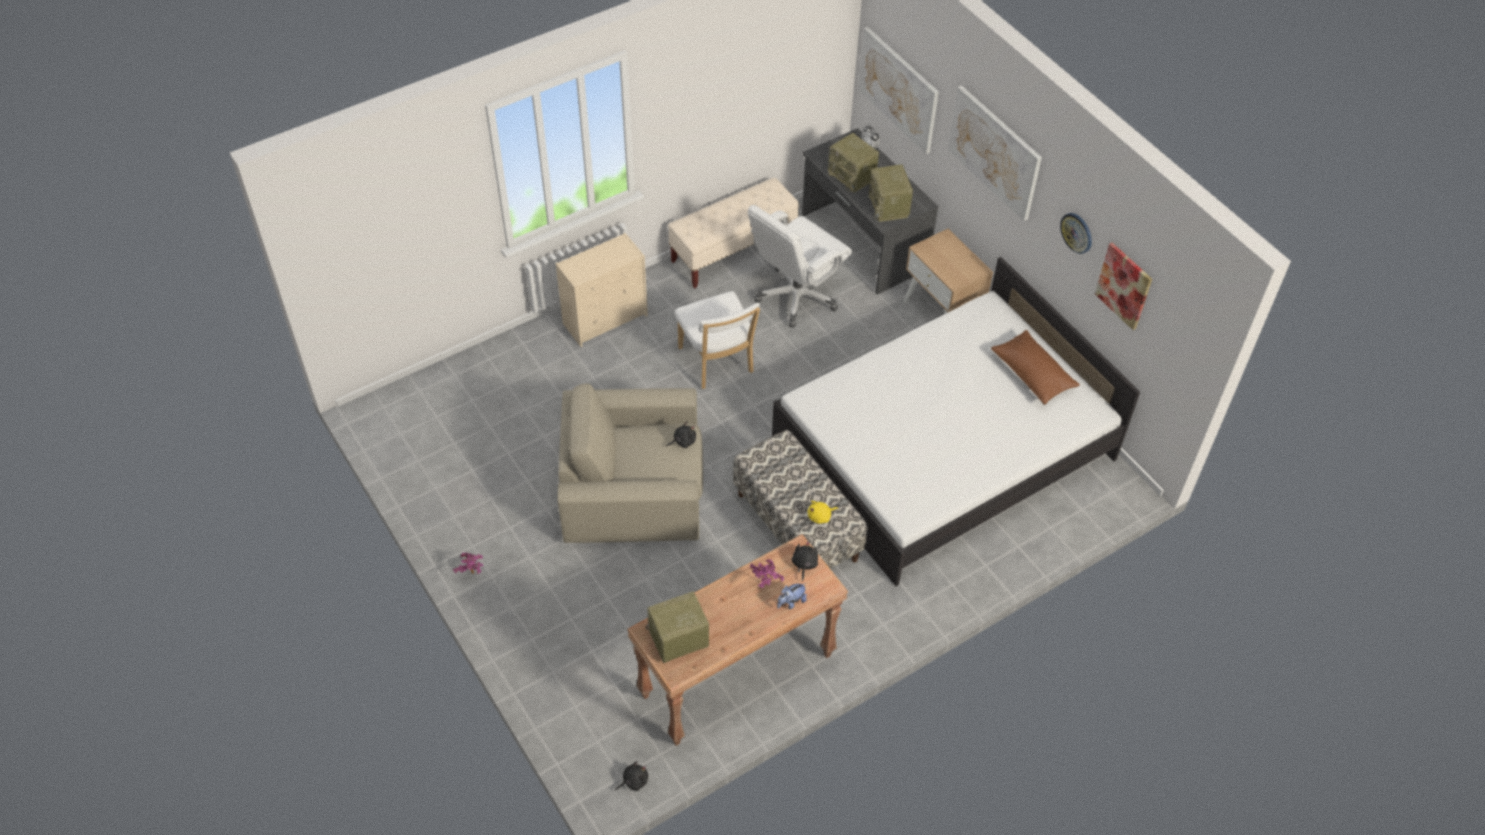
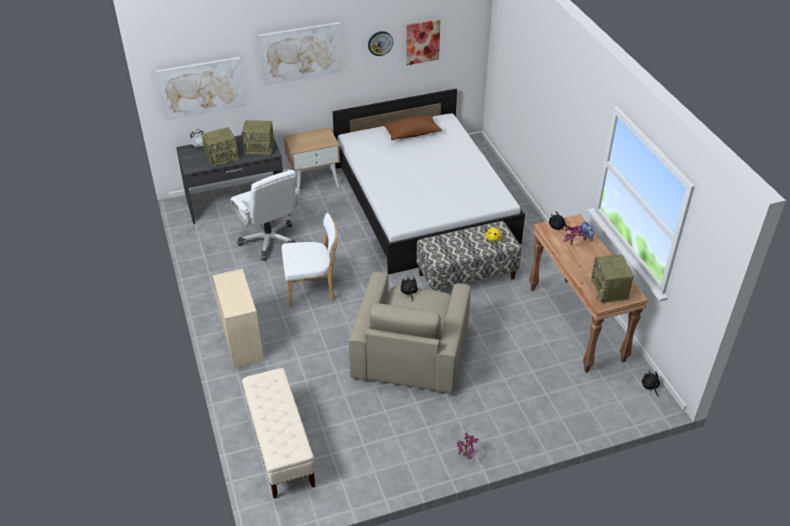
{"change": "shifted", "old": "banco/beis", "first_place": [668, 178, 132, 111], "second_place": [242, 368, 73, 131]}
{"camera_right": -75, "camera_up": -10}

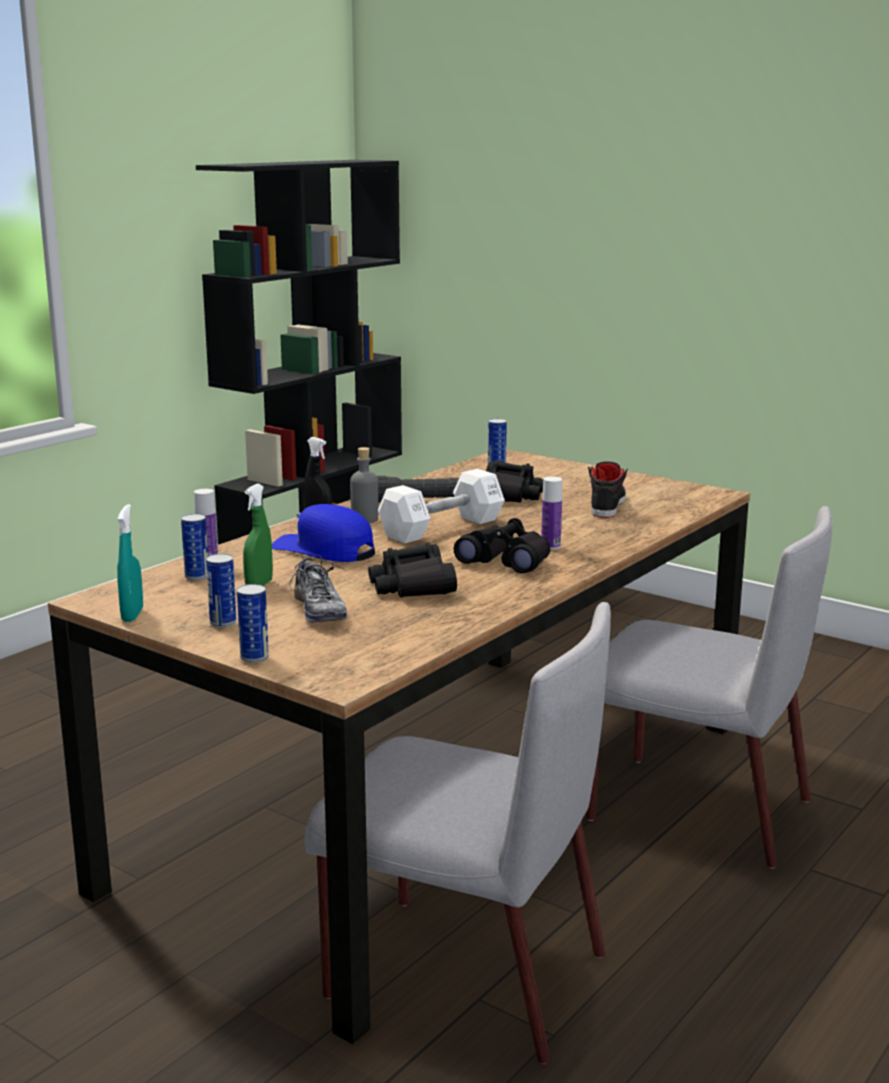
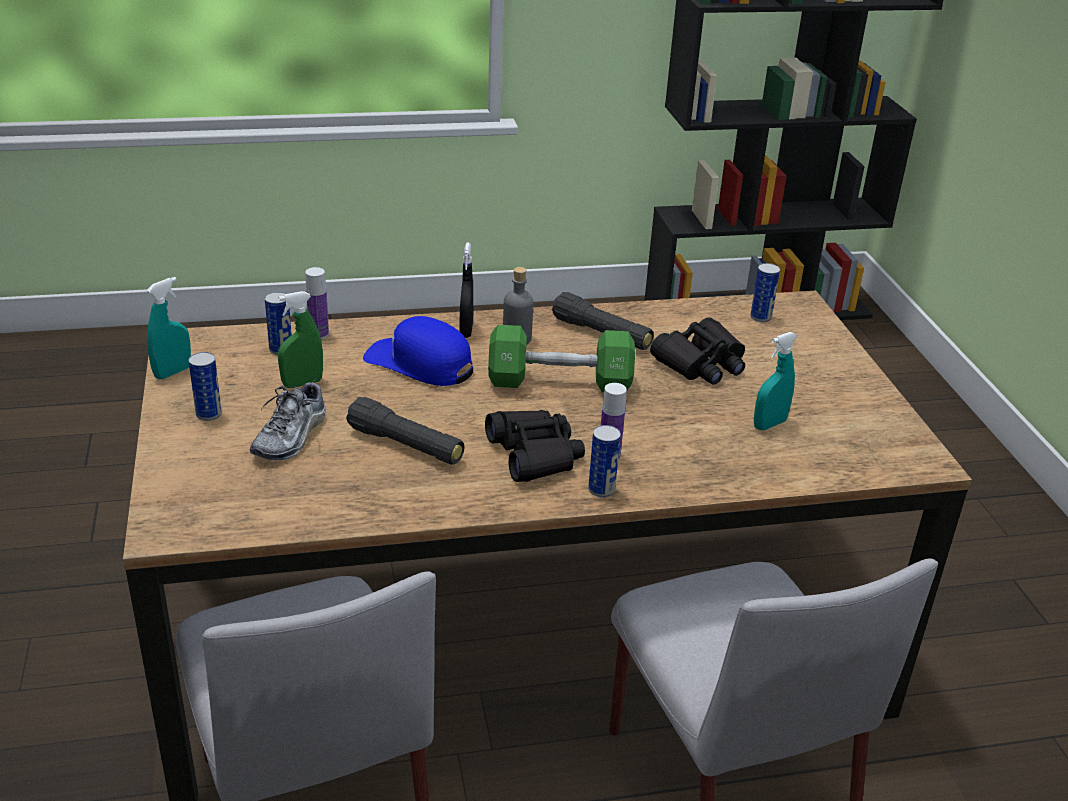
{"change": "swapped", "old": "prismáticos/negro", "new": "linterna/negro", "first_place": [368, 542, 89, 56], "second_place": [346, 397, 119, 67]}
{"change": "rotated", "old": "gorra/azul", "first_place": [272, 504, 103, 58], "second_place": [363, 316, 110, 70], "degrees": -45}
{"change": "repainted", "old": "mancuerna/blanco", "new": "mancuerna/verde", "first_place": [378, 469, 127, 74], "second_place": [488, 325, 147, 68]}
{"change": "shifted", "old": "lata", "first_place": [237, 584, 32, 79], "second_place": [588, 425, 33, 73]}
{"change": "swapped", "old": "zapato/negro", "new": "pulverizador/turquesa", "first_place": [588, 461, 40, 57], "second_place": [754, 332, 44, 98]}
{"camera_right": 40, "camera_up": 15}

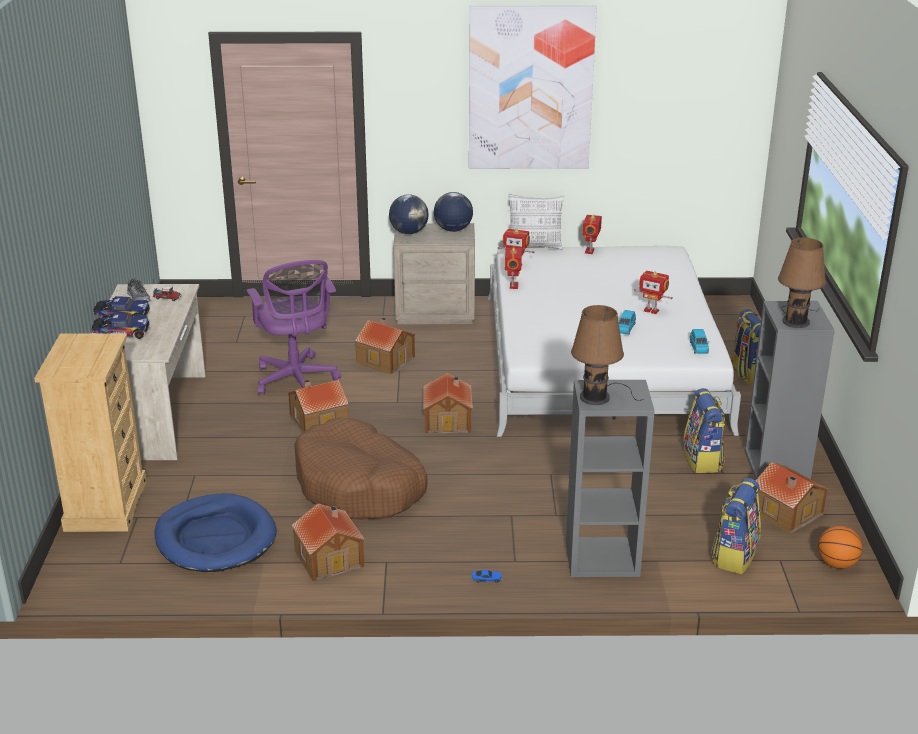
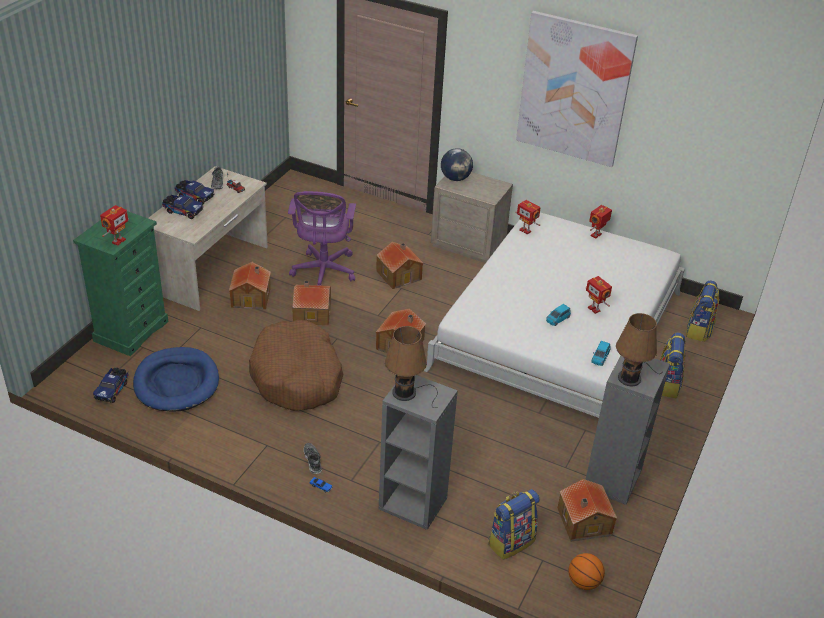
{"change": "repainted", "old": "cómoda/beis", "new": "cómoda/verde", "first_place": [34, 333, 113, 199], "second_place": [73, 211, 95, 145]}
{"change": "new", "new": "camión de juguete", "second_place": [93, 368, 35, 35]}
{"change": "shifted", "old": "robot de juguete", "first_place": [505, 247, 17, 42], "second_place": [100, 205, 29, 41]}
{"change": "shifted", "old": "casita", "first_place": [292, 503, 73, 79], "second_place": [229, 262, 42, 47]}
{"change": "new", "new": "zapato", "second_place": [304, 443, 18, 31]}
{"change": "shifted", "old": "mochila", "first_place": [683, 388, 42, 85], "second_place": [686, 281, 34, 61]}
{"change": "gone", "old": "globo terráqueo", "first_place": [434, 192, 39, 40]}
{"change": "gone", "old": "cojín", "first_place": [508, 194, 56, 56]}
{"camera_right": 25, "camera_up": 10}

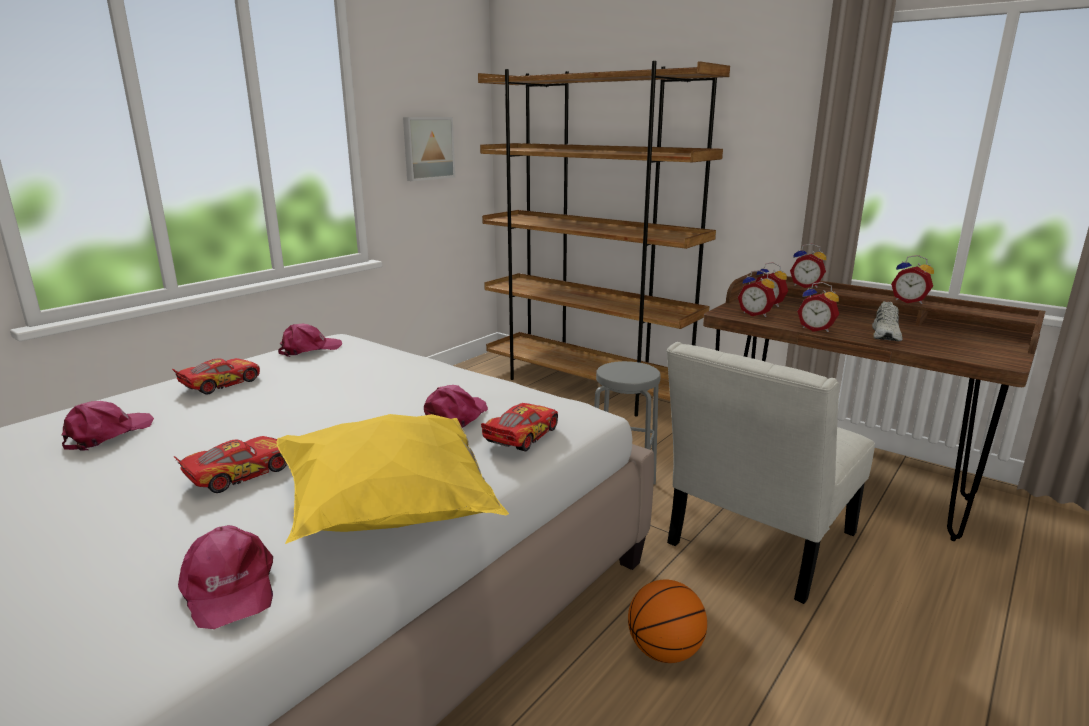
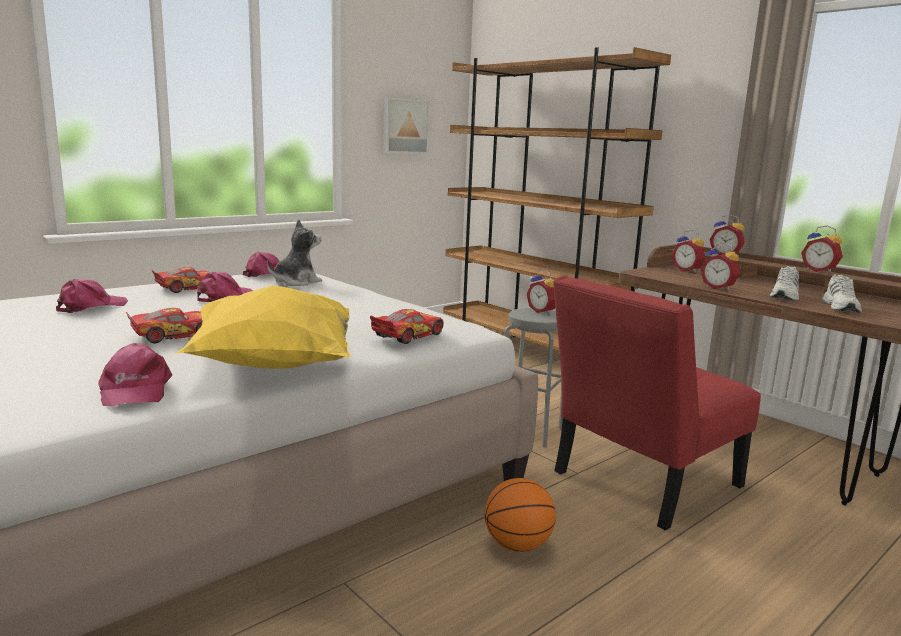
{"change": "shifted", "old": "gorra/rosa", "first_place": [424, 385, 64, 43], "second_place": [197, 272, 56, 30]}
{"change": "new", "new": "peluche", "second_place": [267, 219, 55, 67]}
{"change": "shifted", "old": "despertador", "first_place": [738, 270, 38, 47], "second_place": [527, 270, 28, 45]}
{"change": "repainted", "old": "silla/blanco", "new": "silla/rojo", "first_place": [666, 342, 209, 262], "second_place": [553, 276, 208, 255]}
{"change": "new", "new": "zapato/blanco", "second_place": [822, 274, 40, 39]}
{"camera_right": 10, "camera_up": -5}

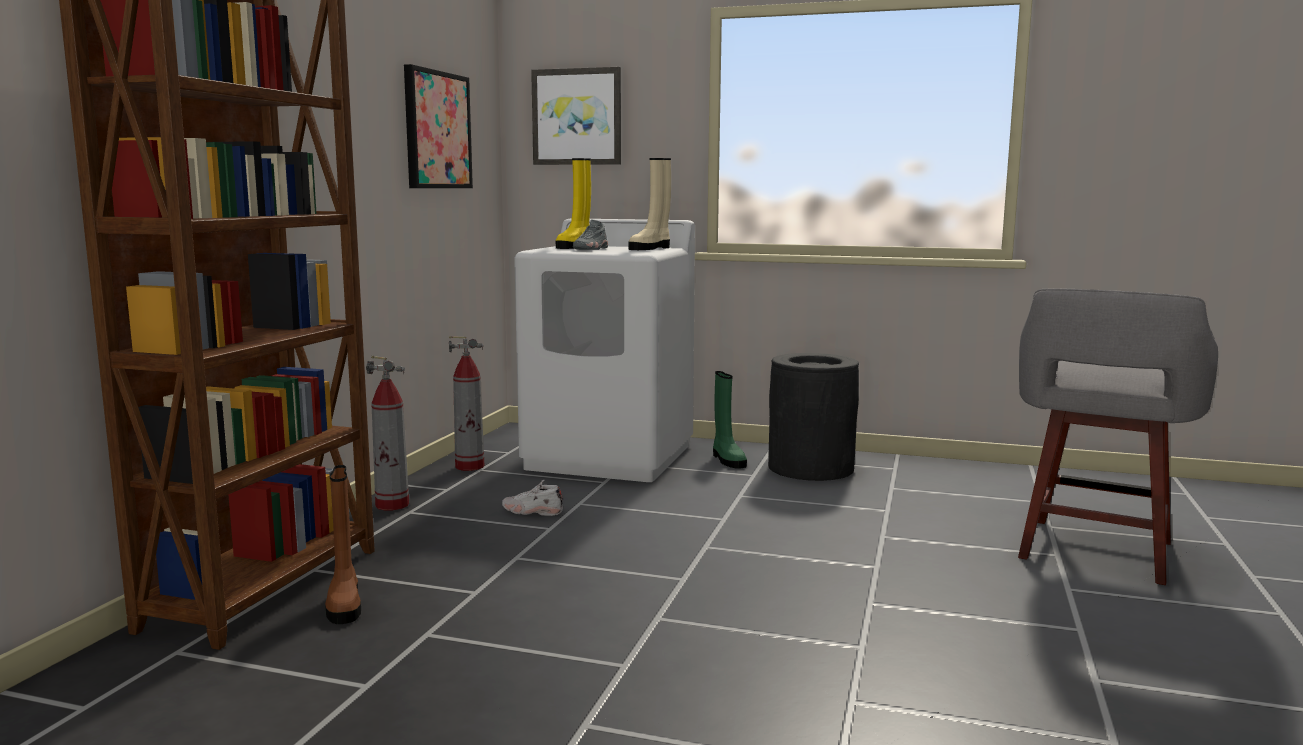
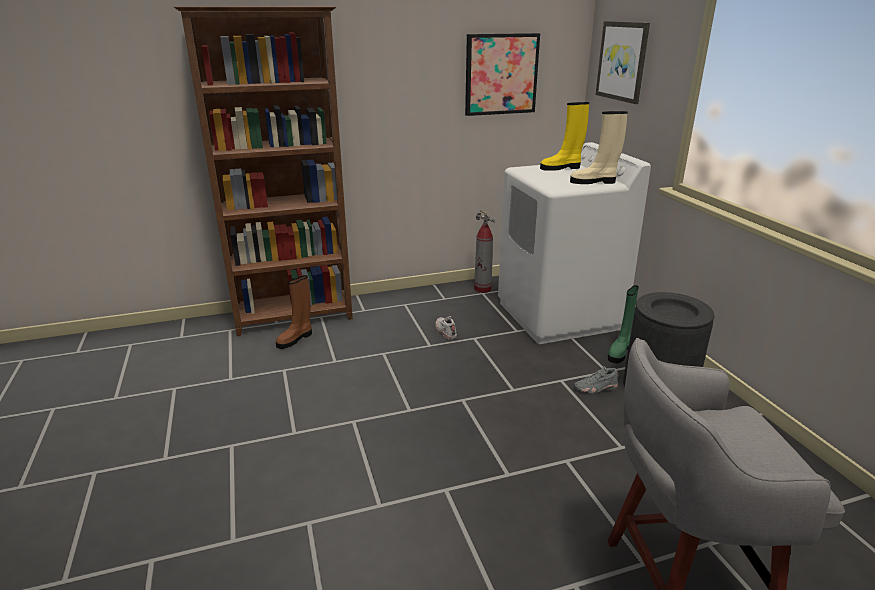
{"change": "shifted", "old": "zapato/gris", "first_place": [573, 220, 35, 30], "second_place": [574, 366, 44, 28]}
{"change": "gone", "old": "extintor", "first_place": [366, 356, 43, 155]}
{"camera_right": 55, "camera_up": 15}

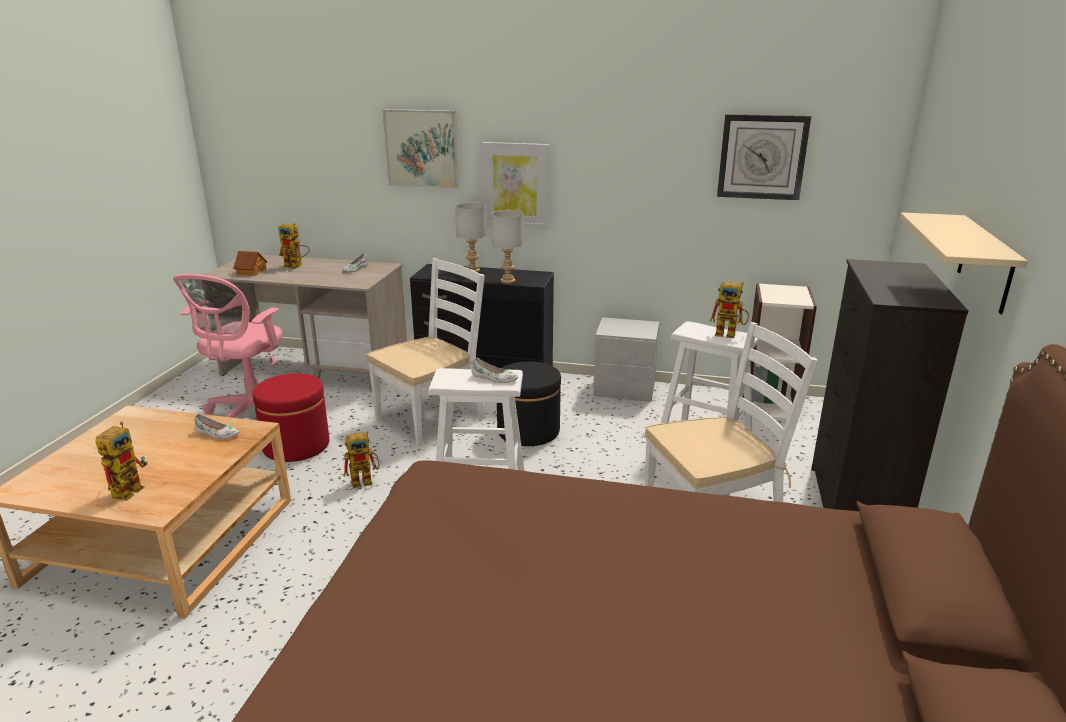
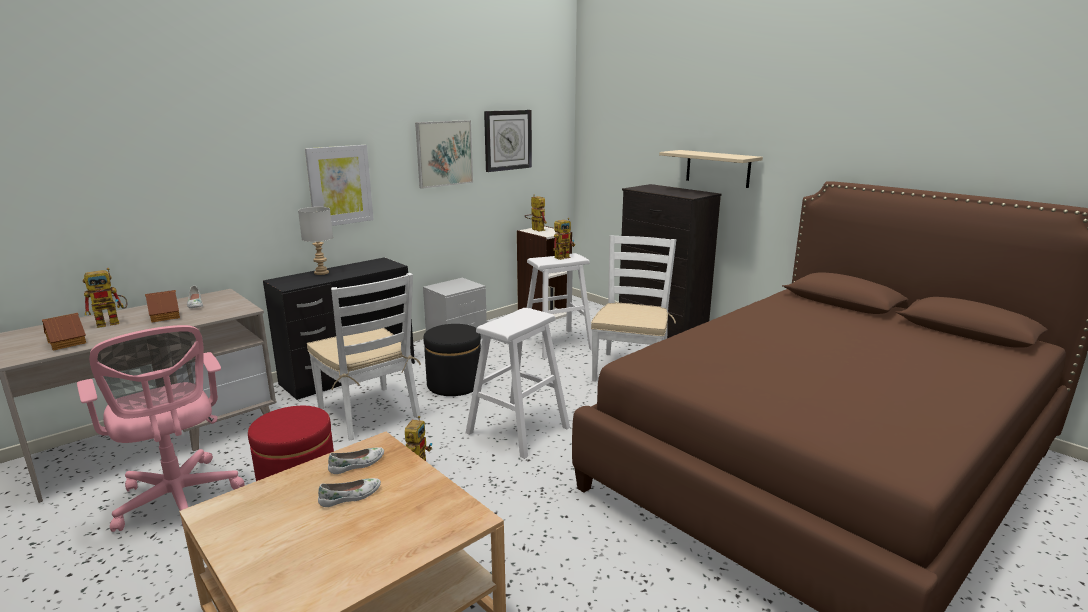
{"change": "new", "new": "casita", "second_place": [145, 290, 35, 33]}
{"change": "rotated", "old": "silla/blanco", "first_place": [366, 258, 119, 188], "second_place": [307, 273, 114, 168], "degrees": 150}
{"change": "shifted", "old": "zapato/blanco", "first_place": [472, 358, 46, 25], "second_place": [318, 478, 63, 29]}
{"change": "shifted", "old": "cuadro", "first_place": [383, 109, 76, 80], "second_place": [415, 120, 58, 69]}
{"change": "shifted", "old": "robot de juguete", "first_place": [95, 422, 52, 79], "second_place": [525, 195, 22, 36]}
{"change": "gone", "old": "lámpara de mesa/gris", "first_place": [491, 210, 32, 74]}
{"camera_right": -55, "camera_up": -5}

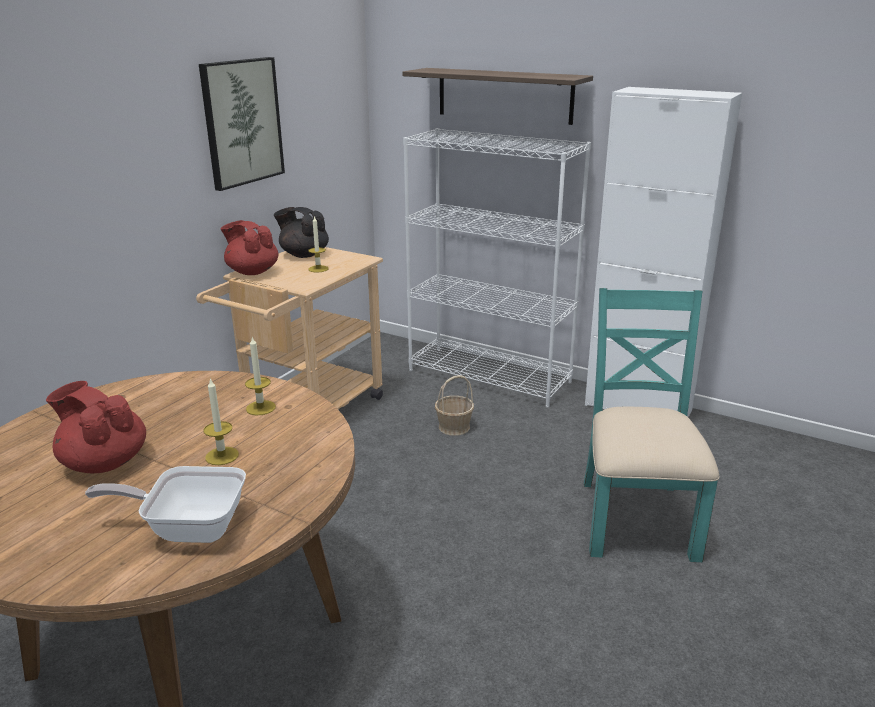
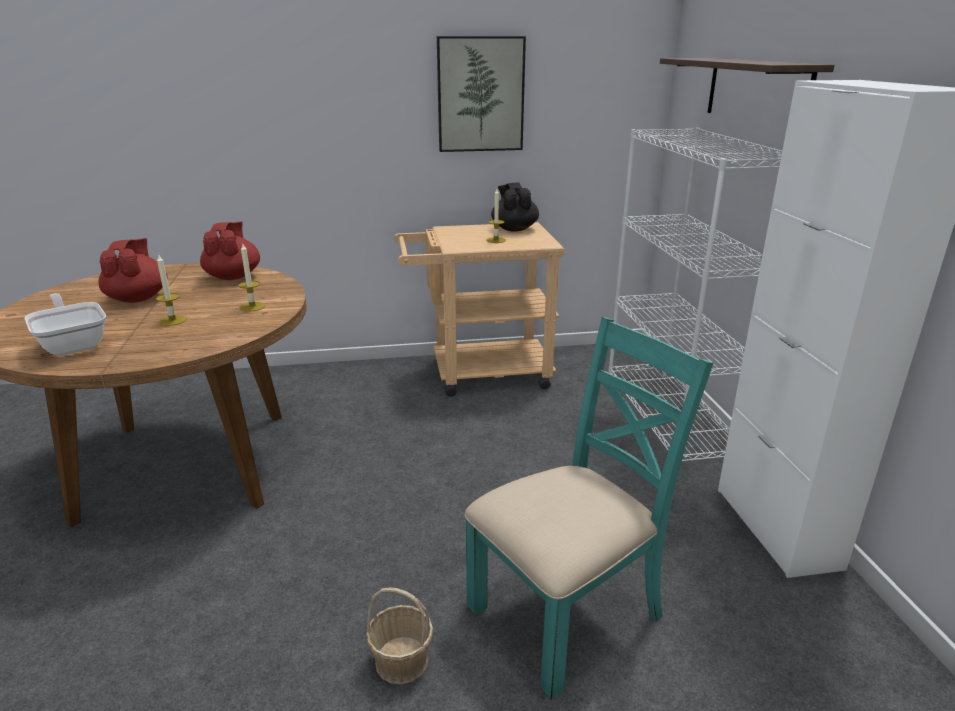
{"change": "shifted", "old": "tetera/rojo", "first_place": [221, 220, 58, 55], "second_place": [200, 221, 60, 59]}
{"change": "shifted", "old": "cesta", "first_place": [435, 375, 39, 61], "second_place": [366, 588, 67, 96]}
{"camera_right": 50, "camera_up": 0}

